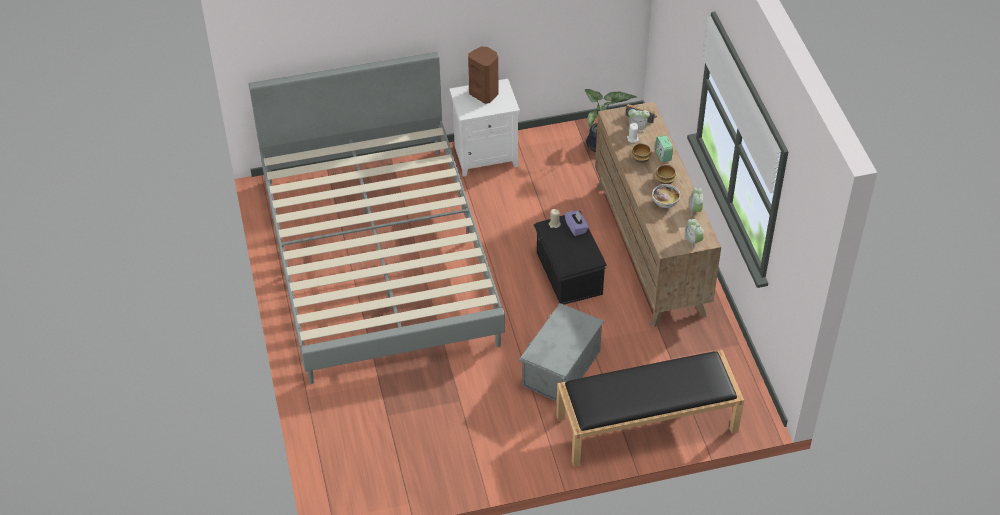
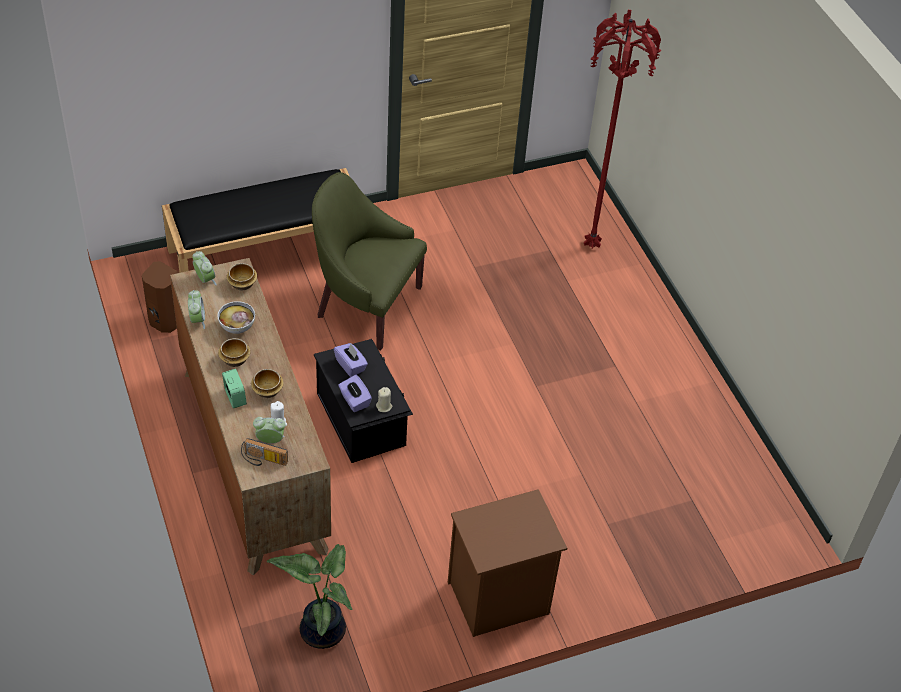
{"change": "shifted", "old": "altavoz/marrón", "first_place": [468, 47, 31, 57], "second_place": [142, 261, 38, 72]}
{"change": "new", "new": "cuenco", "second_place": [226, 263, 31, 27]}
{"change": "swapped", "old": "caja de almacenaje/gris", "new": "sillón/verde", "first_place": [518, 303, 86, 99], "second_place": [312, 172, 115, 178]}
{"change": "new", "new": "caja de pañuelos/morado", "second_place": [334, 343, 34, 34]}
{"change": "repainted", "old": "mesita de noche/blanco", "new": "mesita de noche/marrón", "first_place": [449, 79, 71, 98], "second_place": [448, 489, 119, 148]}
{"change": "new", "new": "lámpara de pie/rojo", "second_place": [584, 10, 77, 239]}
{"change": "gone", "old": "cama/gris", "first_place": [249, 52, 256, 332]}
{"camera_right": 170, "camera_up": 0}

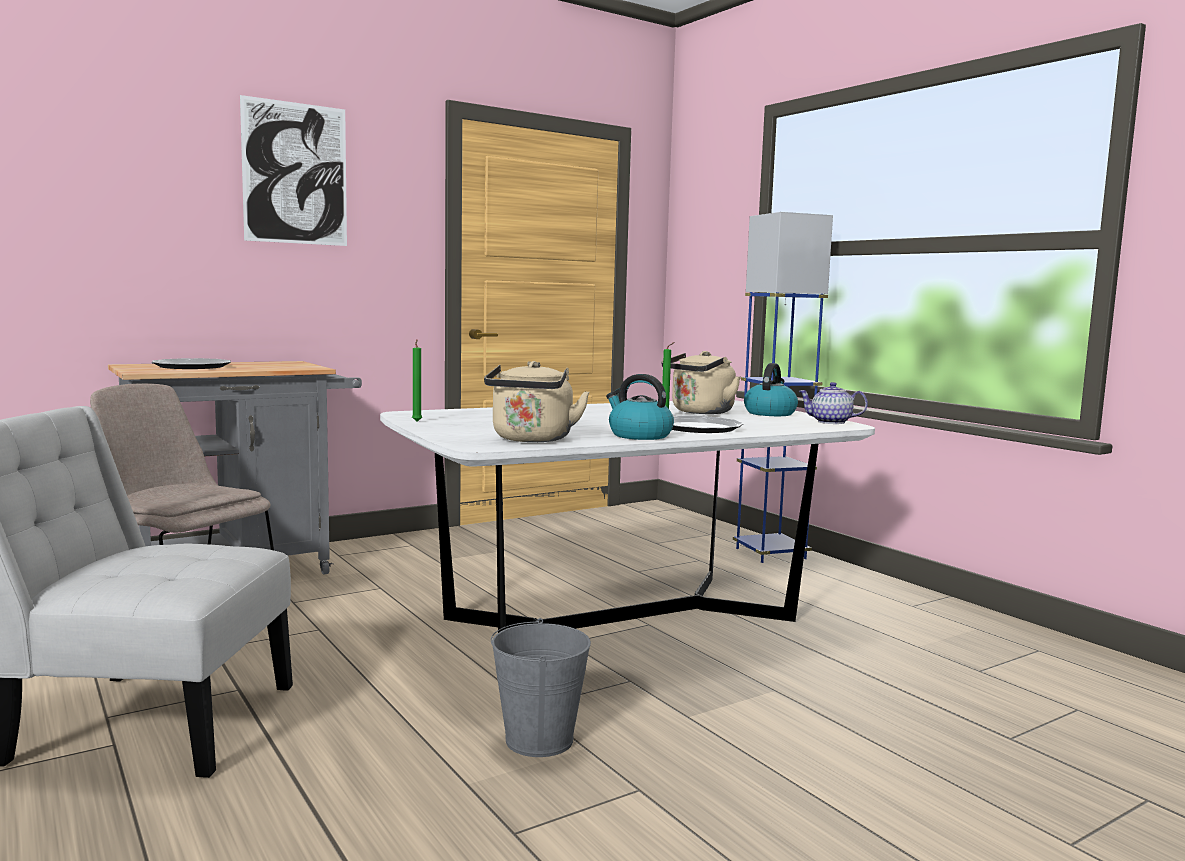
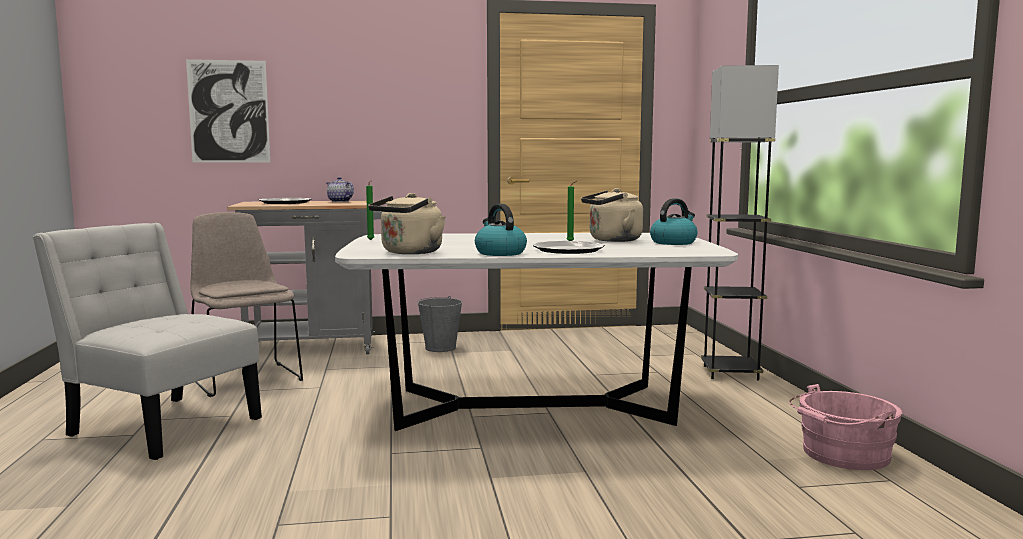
{"change": "shifted", "old": "cuadro", "first_place": [240, 95, 107, 151], "second_place": [186, 59, 84, 104]}
{"change": "shifted", "old": "tetera", "first_place": [798, 382, 70, 42], "second_place": [327, 177, 27, 25]}
{"change": "shifted", "old": "cubo/gris", "first_place": [491, 618, 100, 139], "second_place": [417, 296, 45, 56]}
{"change": "repainted", "old": "lámpara de pie/azul", "new": "lámpara de pie/gris", "first_place": [733, 212, 100, 351], "second_place": [701, 65, 78, 316]}
{"change": "new", "new": "cubo/rosa", "second_place": [789, 384, 113, 86]}
{"camera_right": 25, "camera_up": 0}

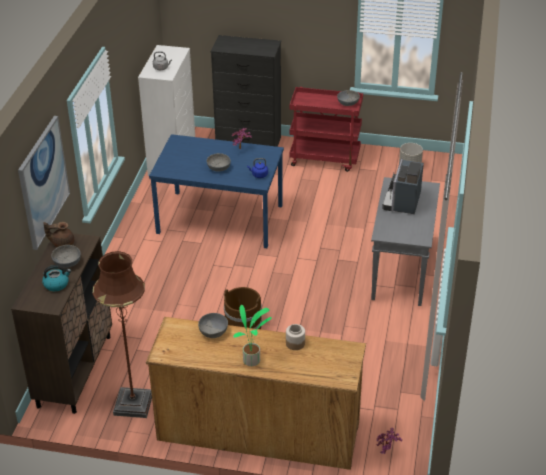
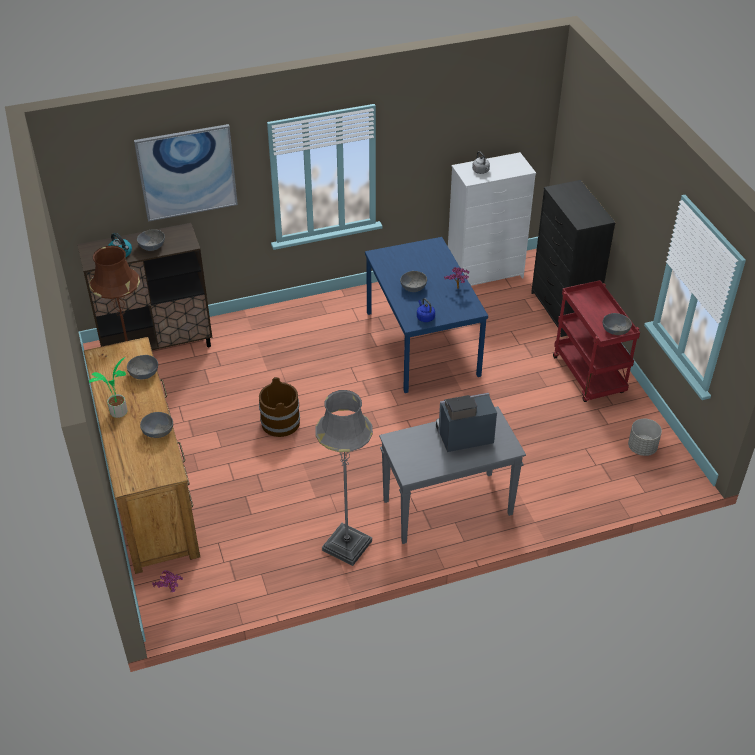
{"change": "swapped", "old": "tarro", "new": "cuenco/gris", "first_place": [286, 324, 19, 26], "second_place": [140, 412, 33, 26]}
{"change": "new", "new": "lámpara de pie/gris", "second_place": [315, 390, 58, 176]}
{"change": "gone", "old": "tetera/marrón", "first_place": [43, 222, 31, 25]}
{"camera_right": 60, "camera_up": 5}

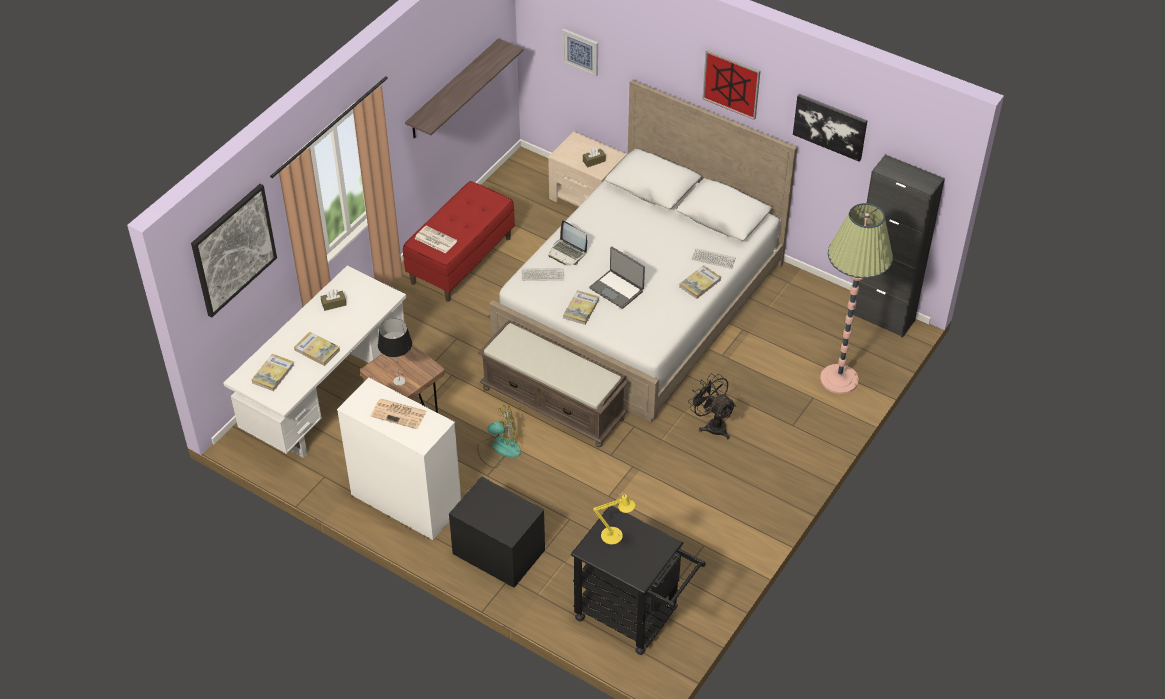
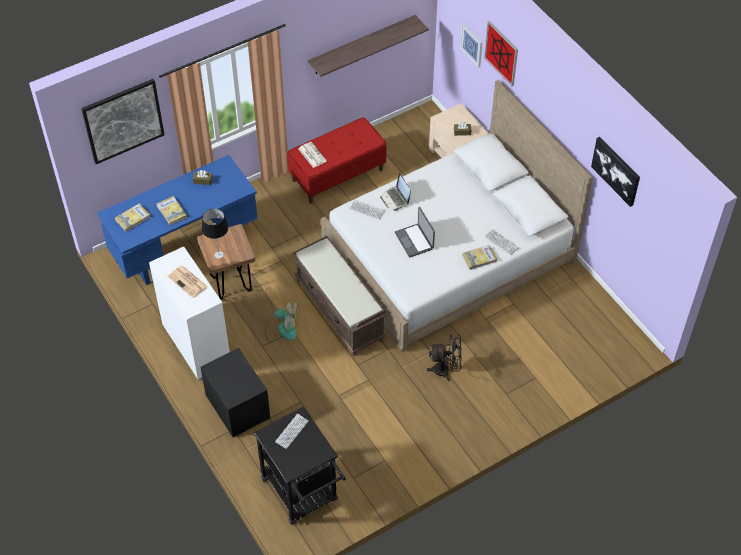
{"change": "repainted", "old": "escritorio/blanco", "new": "escritorio/azul", "first_place": [223, 266, 183, 192], "second_place": [97, 155, 161, 130]}
{"change": "swapped", "old": "lámpara de mesa/amarillo", "new": "teclado", "first_place": [593, 493, 42, 51], "second_place": [275, 414, 33, 35]}
{"change": "rotated", "old": "ventilador/negro", "first_place": [688, 373, 48, 66], "second_place": [426, 334, 36, 47], "degrees": 105}
{"change": "shifted", "old": "cuadro", "first_place": [702, 50, 58, 70], "second_place": [484, 21, 34, 65]}
{"change": "gone", "old": "libro", "first_place": [563, 290, 36, 35]}
{"change": "gone", "old": "lámpara de pie", "first_place": [820, 203, 73, 191]}
{"change": "gone", "old": "armario/negro", "first_place": [853, 155, 92, 182]}
{"camera_right": 25, "camera_up": 5}

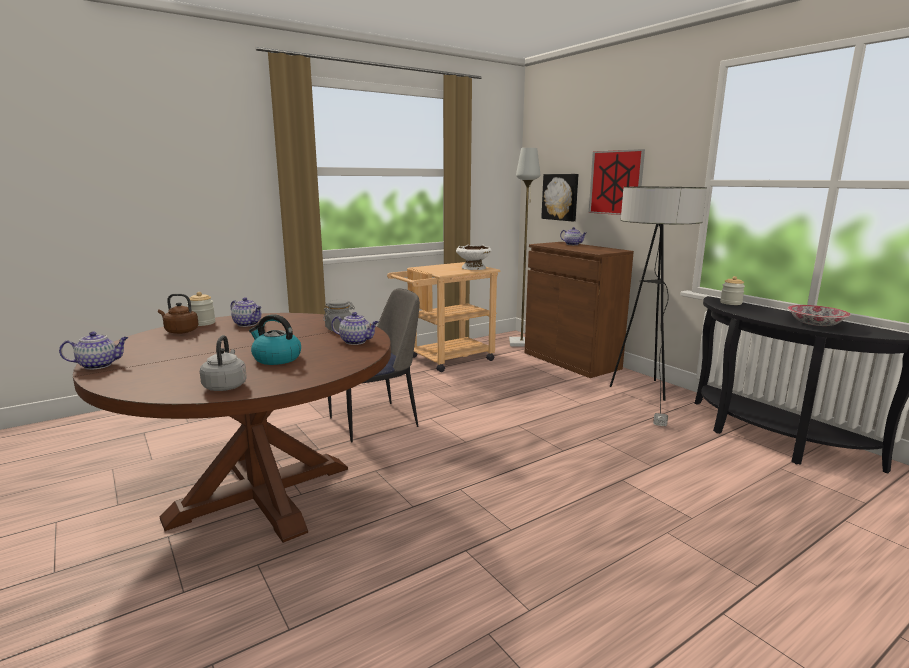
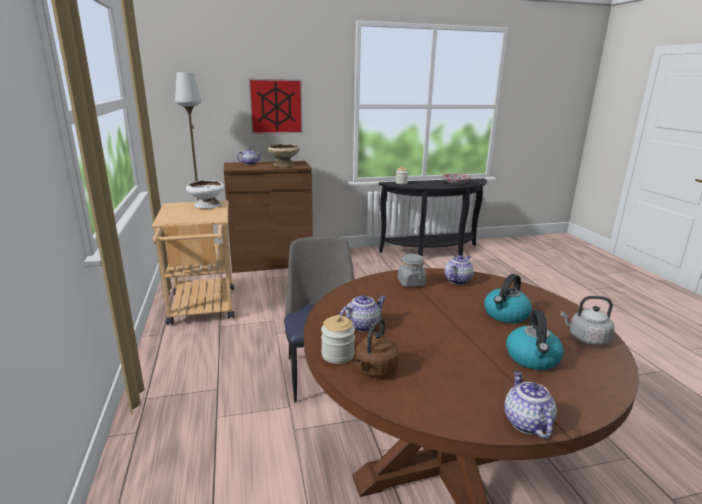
{"change": "new", "new": "cuenco/beis", "second_place": [268, 144, 32, 23]}
{"change": "new", "new": "hervidor", "second_place": [506, 310, 58, 60]}
{"change": "gone", "old": "cuadro", "first_place": [541, 174, 37, 47]}
{"change": "gone", "old": "lámpara de pie", "first_place": [609, 187, 98, 239]}
{"camera_right": -70, "camera_up": 5}

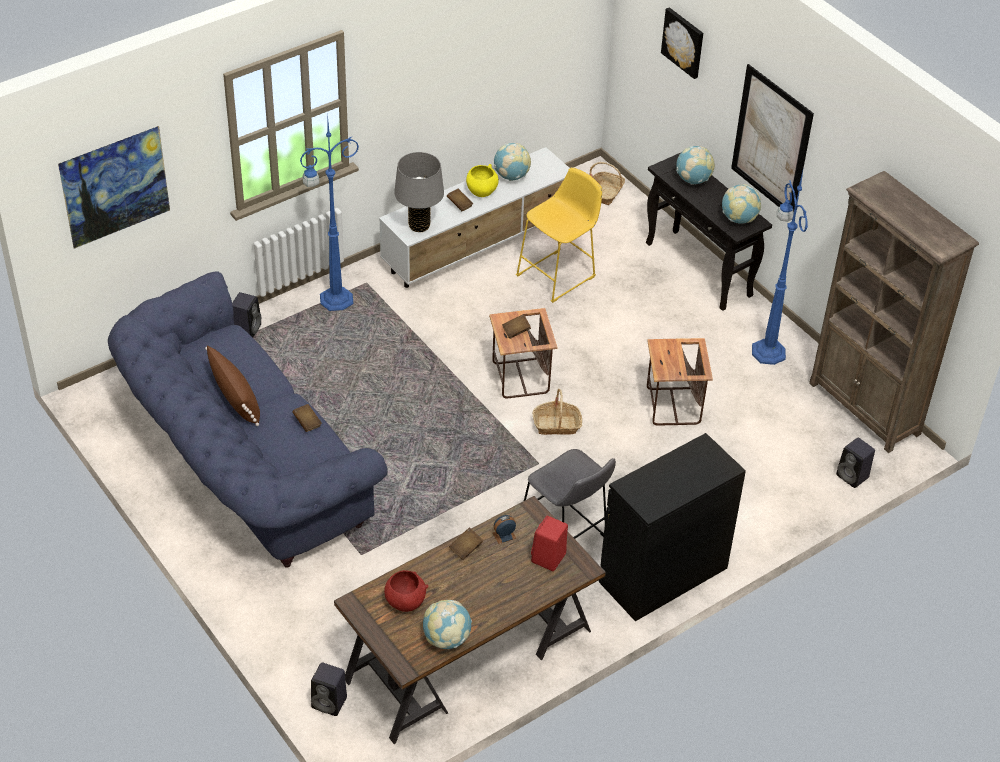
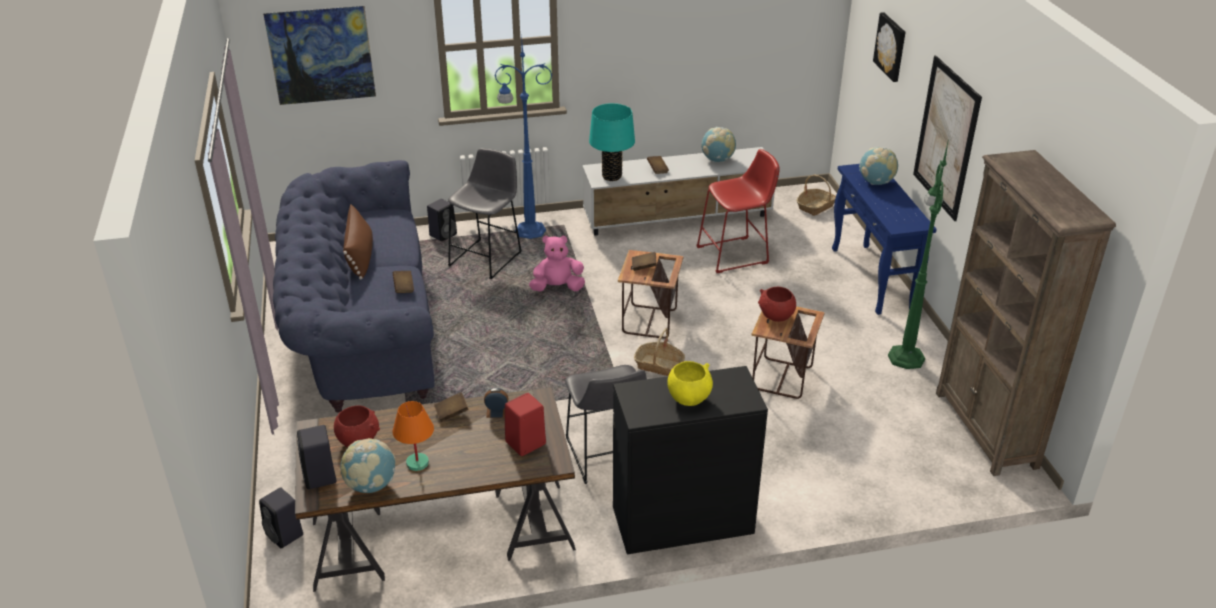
{"change": "shifted", "old": "altavoz/negro", "first_place": [836, 438, 39, 50], "second_place": [297, 425, 39, 64]}
{"change": "new", "new": "lámpara de mesa/naranja", "second_place": [393, 401, 41, 70]}
{"change": "new", "new": "taburete/gris", "second_place": [448, 148, 74, 131]}
{"change": "new", "new": "peluche/rosa", "second_place": [529, 235, 56, 57]}
{"change": "repainted", "old": "lámpara de mesa/gris", "new": "lámpara de mesa/turquesa", "first_place": [394, 152, 50, 80], "second_place": [589, 103, 46, 78]}
{"change": "shifted", "old": "cuenco/amarillo", "first_place": [466, 164, 33, 33], "second_place": [667, 361, 46, 45]}
{"change": "repainted", "old": "taburete/amarillo", "new": "taburete/rojo", "first_place": [516, 167, 86, 136], "second_place": [696, 149, 84, 124]}
{"change": "new", "new": "cuenco/rojo", "second_place": [758, 287, 38, 35]}
{"change": "repainted", "old": "mesa consola/negro", "new": "mesa consola/azul", "first_place": [646, 153, 126, 158], "second_place": [832, 164, 105, 151]}
{"change": "repainted", "old": "lámpara de pie/azul", "new": "lámpara de pie/verde", "first_place": [752, 171, 56, 194], "second_place": [888, 143, 60, 226]}
{"change": "gone", "old": "globo terráqueo", "first_place": [722, 184, 39, 39]}
{"camera_right": 25, "camera_up": -10}

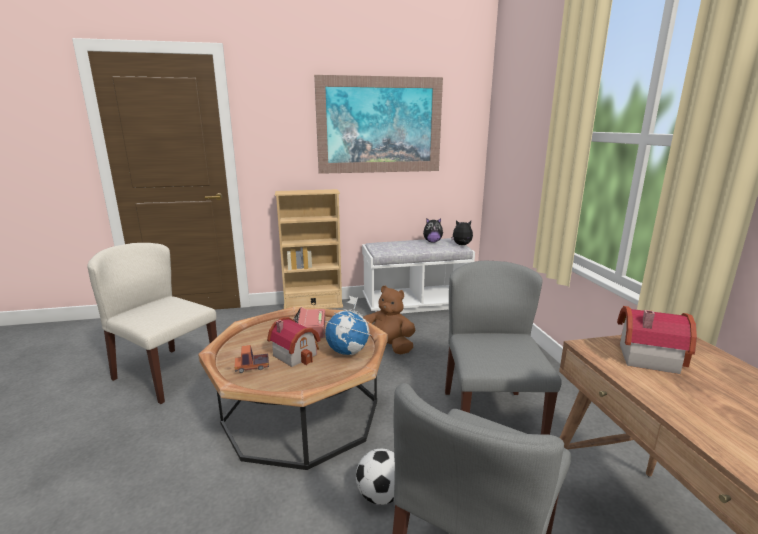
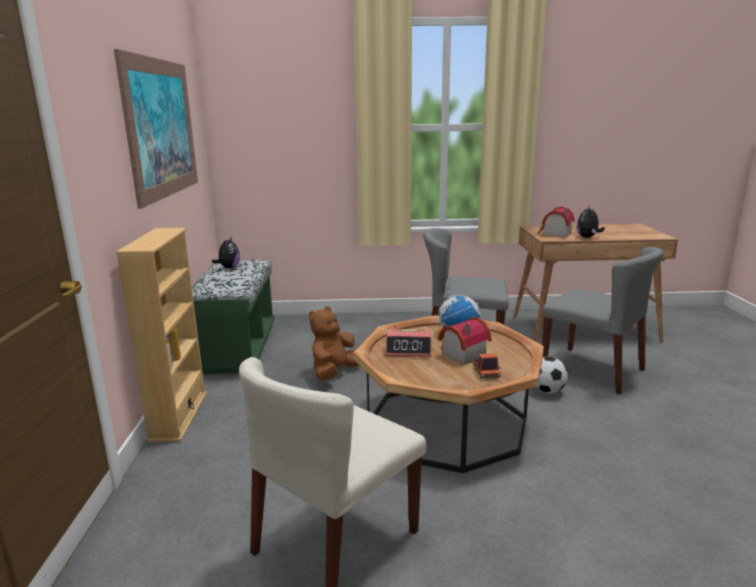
{"change": "repainted", "old": "banco/blanco", "new": "banco/verde", "first_place": [362, 238, 113, 76], "second_place": [192, 260, 83, 114]}
{"change": "shifted", "old": "peluche", "first_place": [451, 220, 22, 25], "second_place": [577, 205, 28, 33]}
{"camera_right": -80, "camera_up": 0}

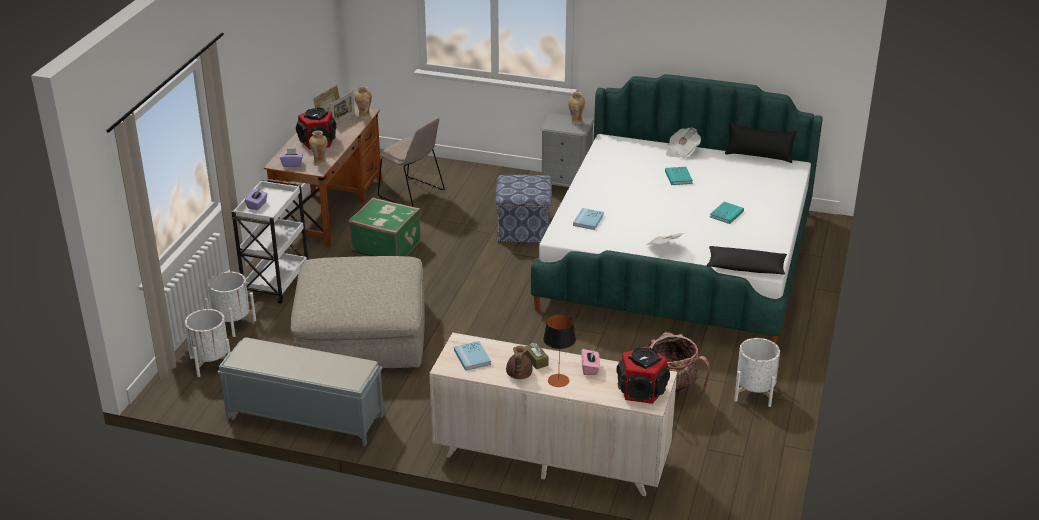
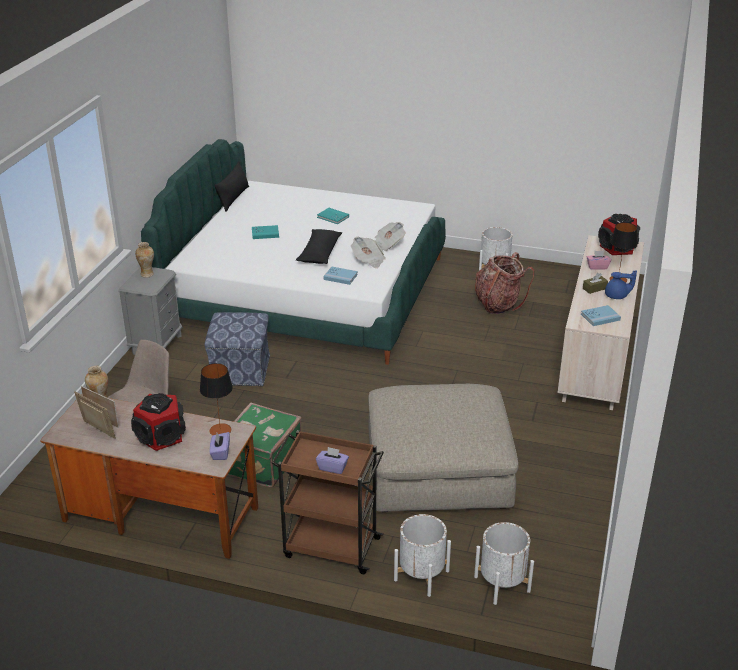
{"change": "swapped", "old": "florero", "new": "lámpara de mesa", "first_place": [309, 131, 19, 35], "second_place": [200, 363, 33, 72]}
{"change": "repainted", "old": "carrito/blanco", "new": "carrito/marrón", "first_place": [232, 179, 76, 125], "second_place": [271, 430, 113, 144]}
{"change": "shifted", "old": "cojín/negro", "first_place": [707, 246, 80, 29], "second_place": [296, 229, 46, 35]}
{"change": "shifted", "old": "periódico", "first_place": [666, 128, 35, 30], "second_place": [351, 237, 35, 31]}
{"change": "repainted", "old": "tetera/marrón", "new": "tetera/azul", "first_place": [506, 346, 27, 33], "second_place": [605, 270, 32, 29]}
{"change": "gone", "old": "banco/gris", "first_place": [218, 338, 166, 108]}
{"camera_right": -90, "camera_up": 0}

